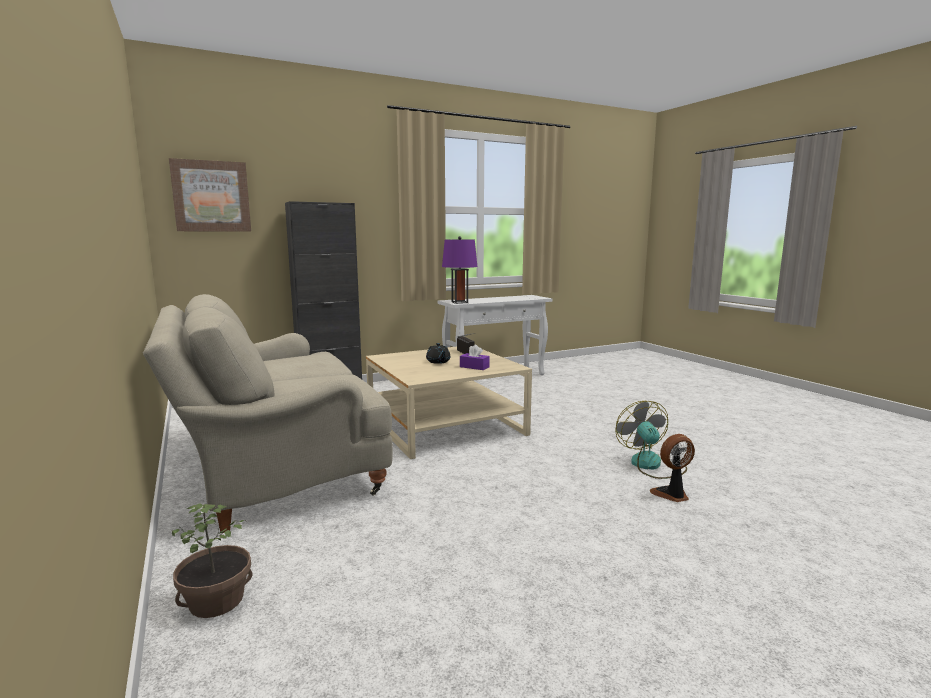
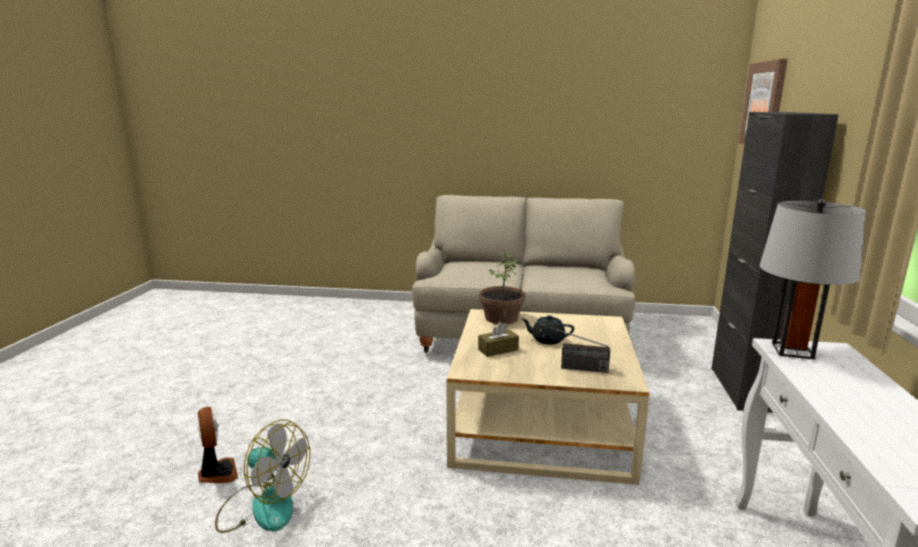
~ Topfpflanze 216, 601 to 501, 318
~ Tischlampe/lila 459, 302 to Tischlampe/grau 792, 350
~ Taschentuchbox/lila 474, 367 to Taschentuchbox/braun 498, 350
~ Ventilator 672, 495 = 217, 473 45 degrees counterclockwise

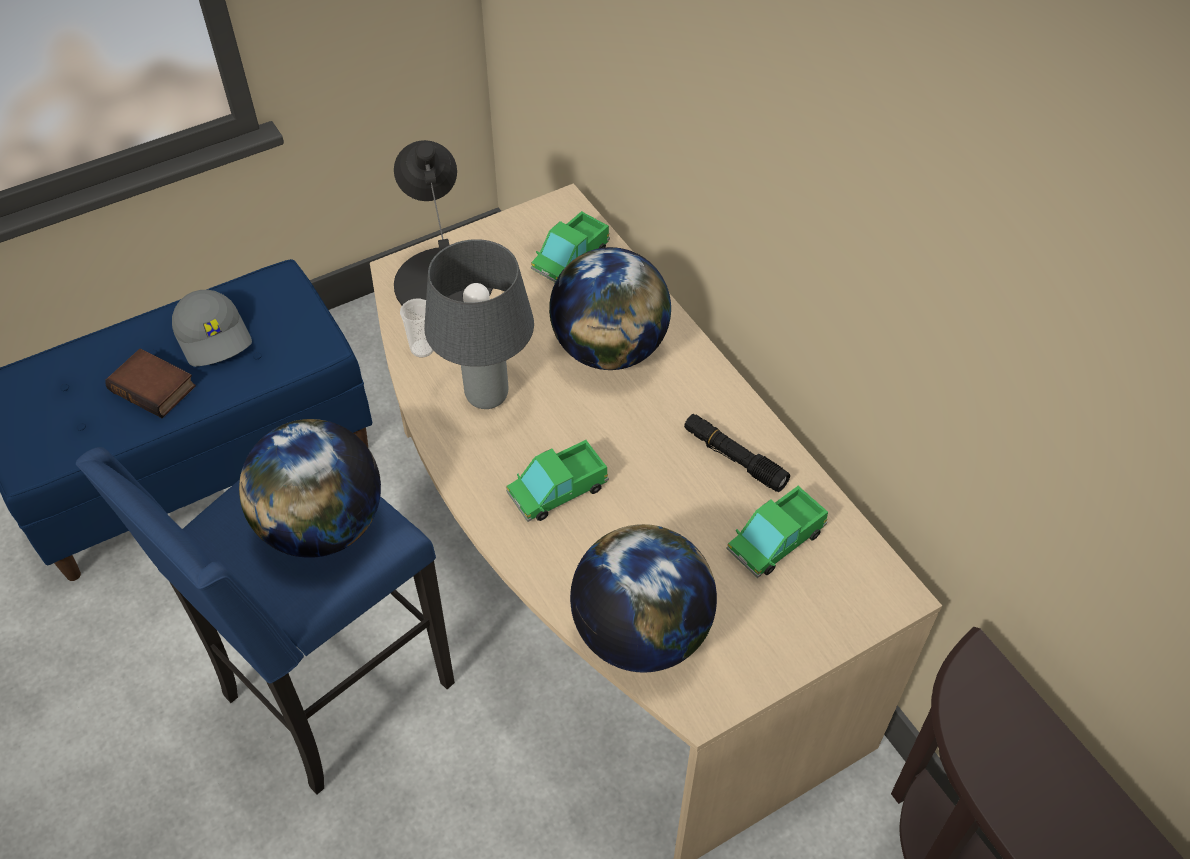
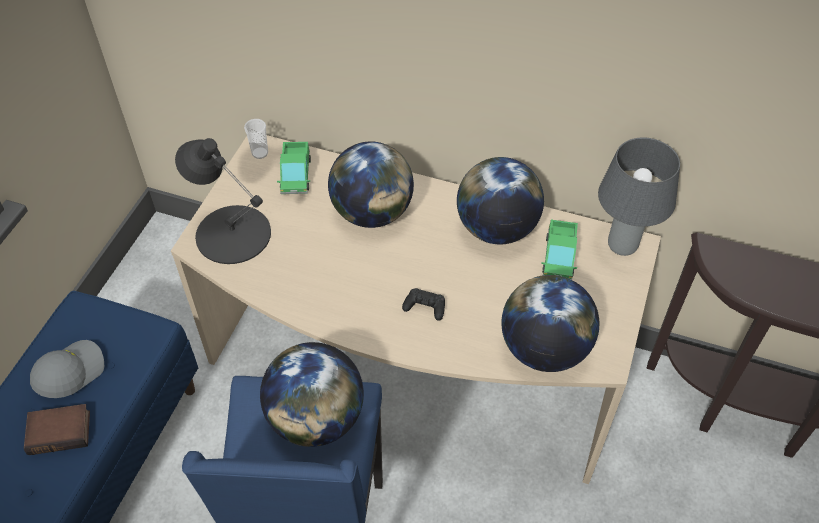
~ Kappe/grau 214, 336 = 69, 372 75 degrees counterclockwise
~ Tasse 422, 348 to 260, 153
~ Tischlampe/grau 487, 397 to 623, 246
~ Spielzeuglaster 557, 490 to Gamepad/schwarz 425, 307
~ Taschenlampe/schwarz 734, 458 to Globus 496, 229

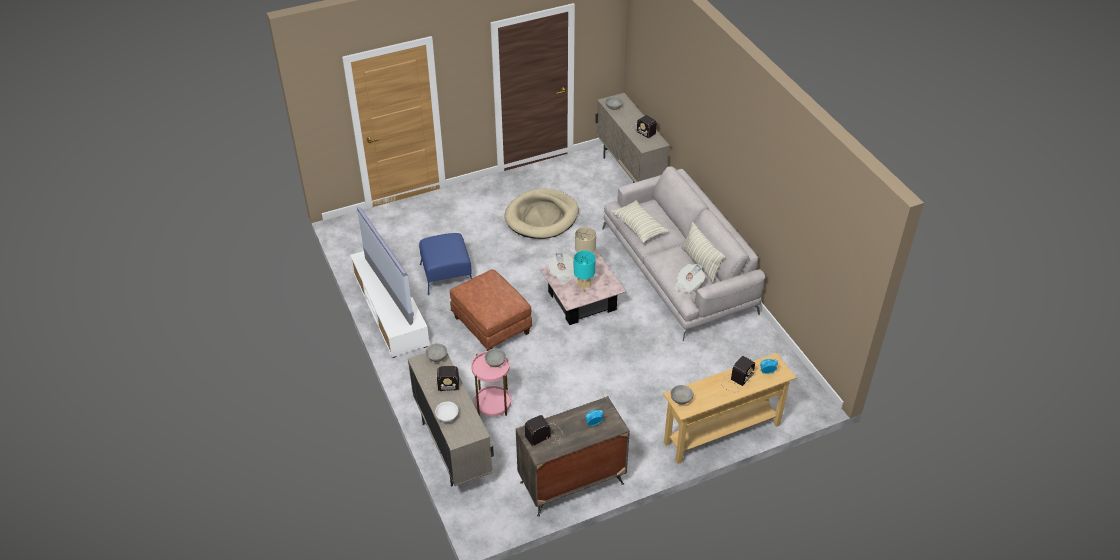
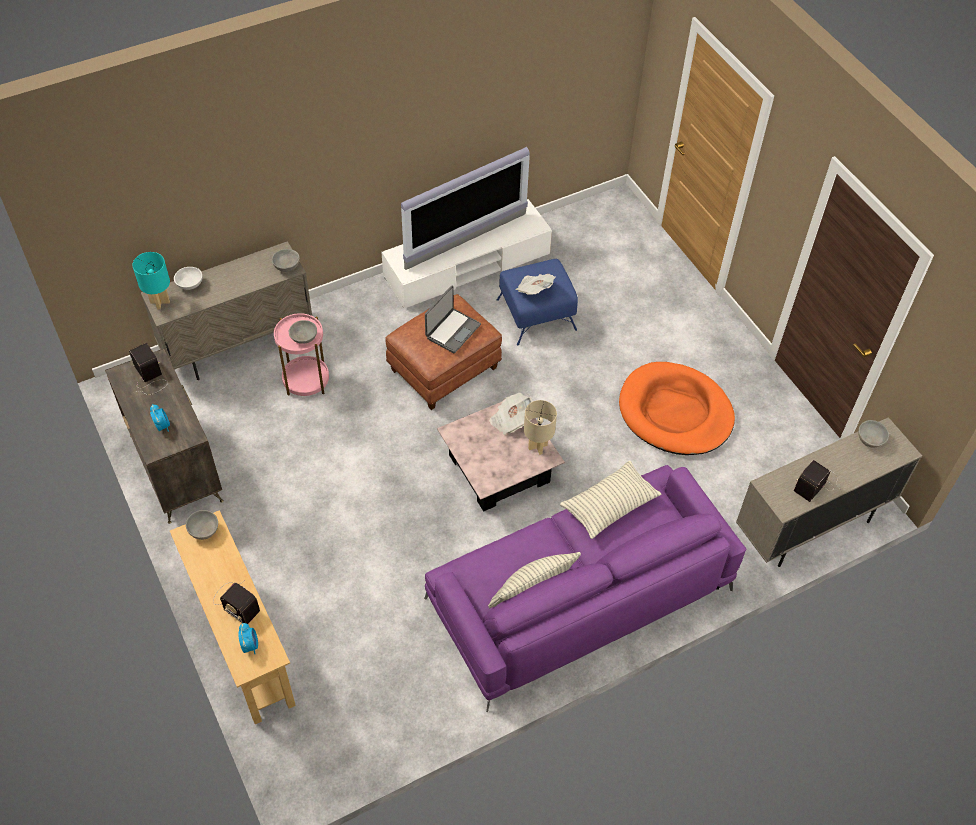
- Radio 441, 384
~ Hundebett/beige 542, 217 to Hundebett/orange 675, 412
~ Tischlampe/türkis 583, 286 to 160, 302
~ Sofa/grau 678, 270 to Sofa/lila 579, 595
~ Zeitung 688, 284 to 534, 290
+ Laptop 452, 331

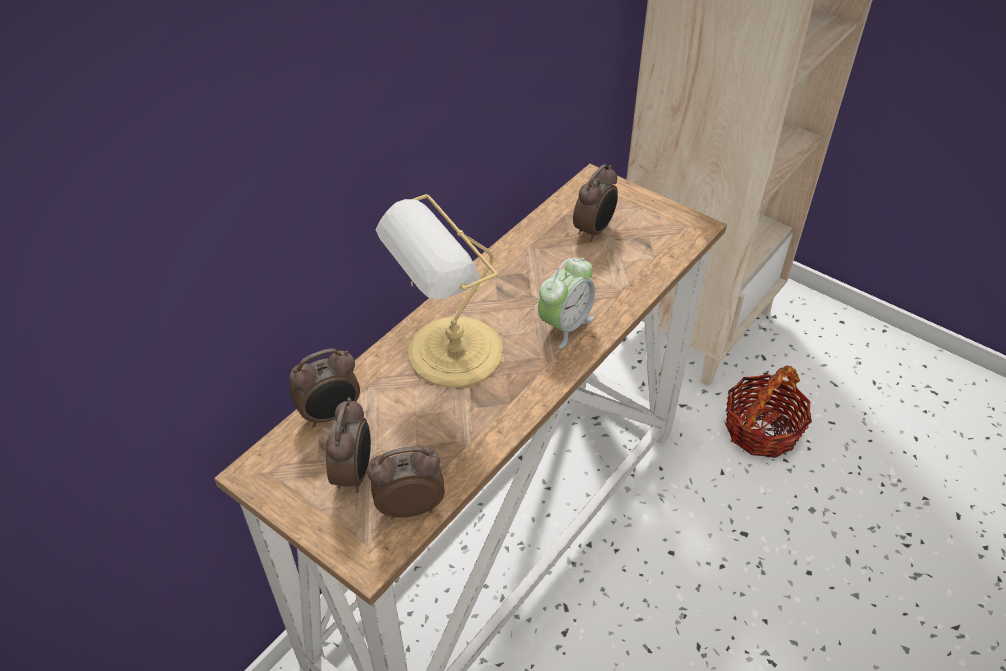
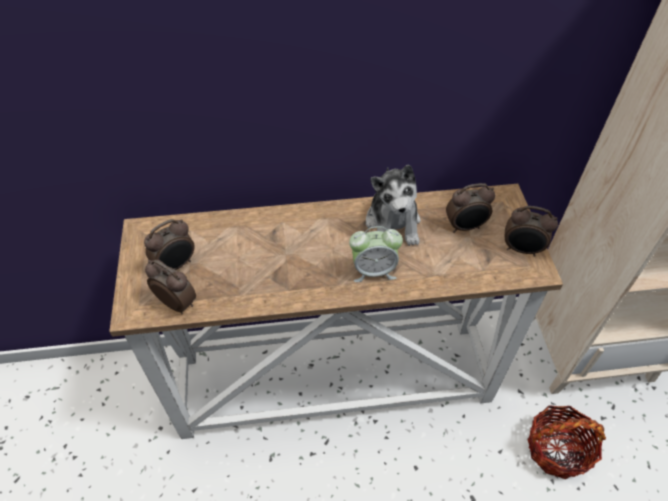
~ Wecker 331, 415 to 521, 249
- Tischlampe 450, 354
+ Plüschtier 393, 223

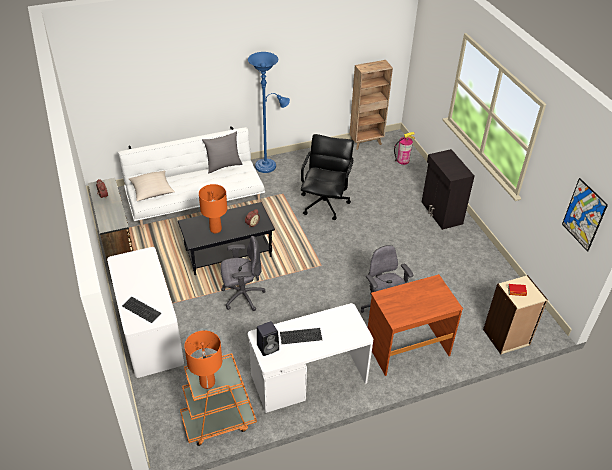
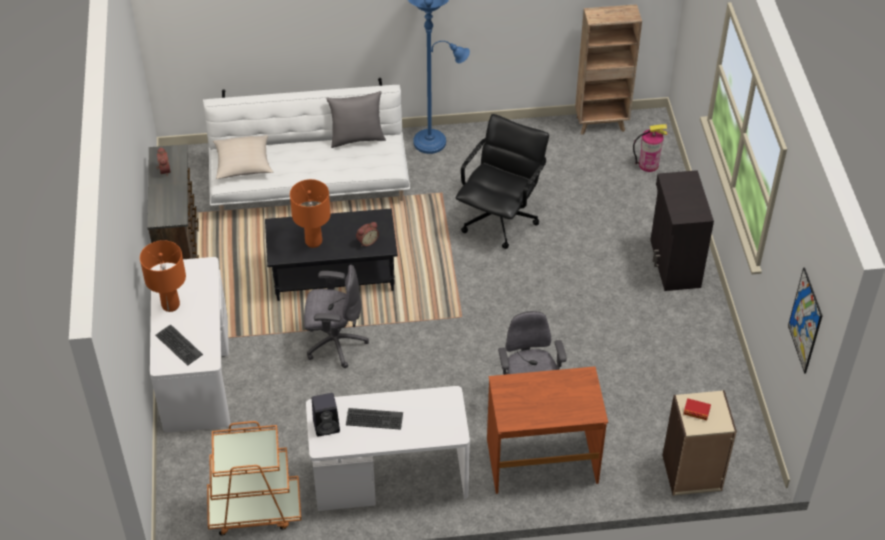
~ Tischlampe/orange 207, 382 to 170, 305

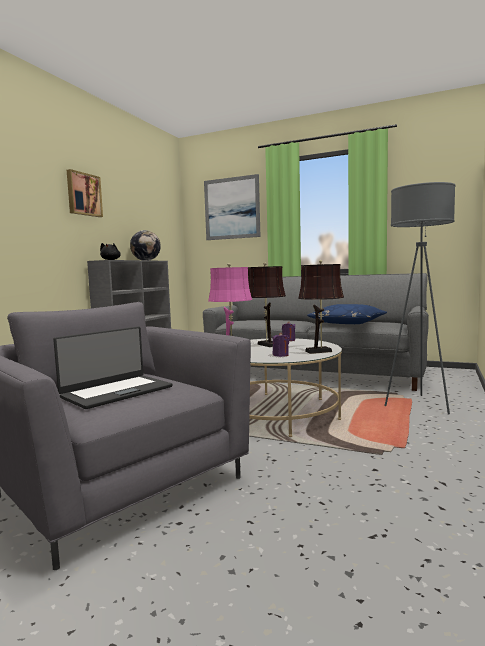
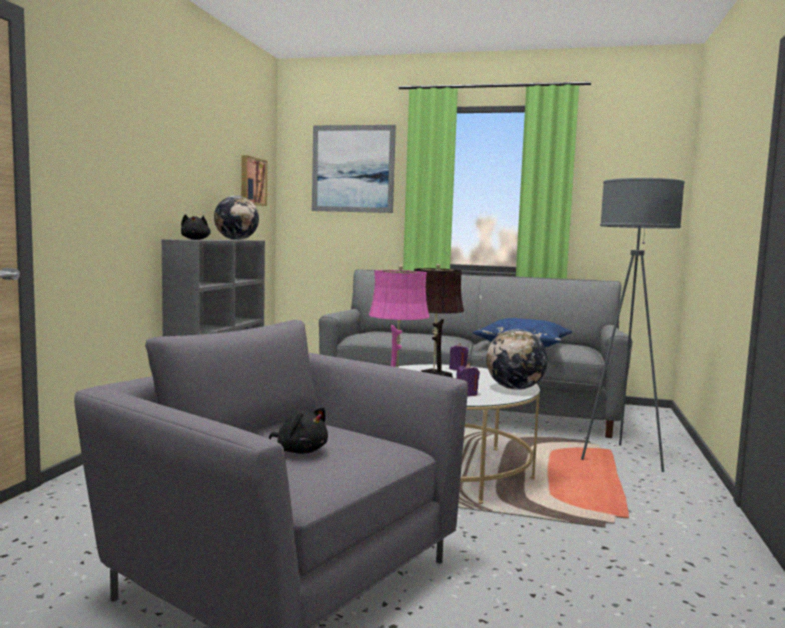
~ Laptop 116, 392 to Plüschtier/schwarz 300, 451
~ Bild 83, 194 to 252, 181
~ Tischlampe/braun 321, 351 to Globus 515, 389

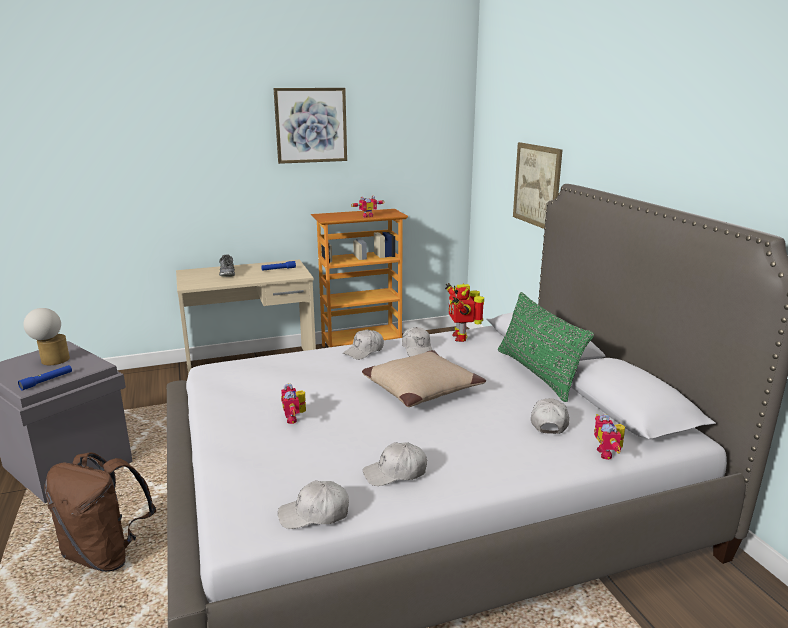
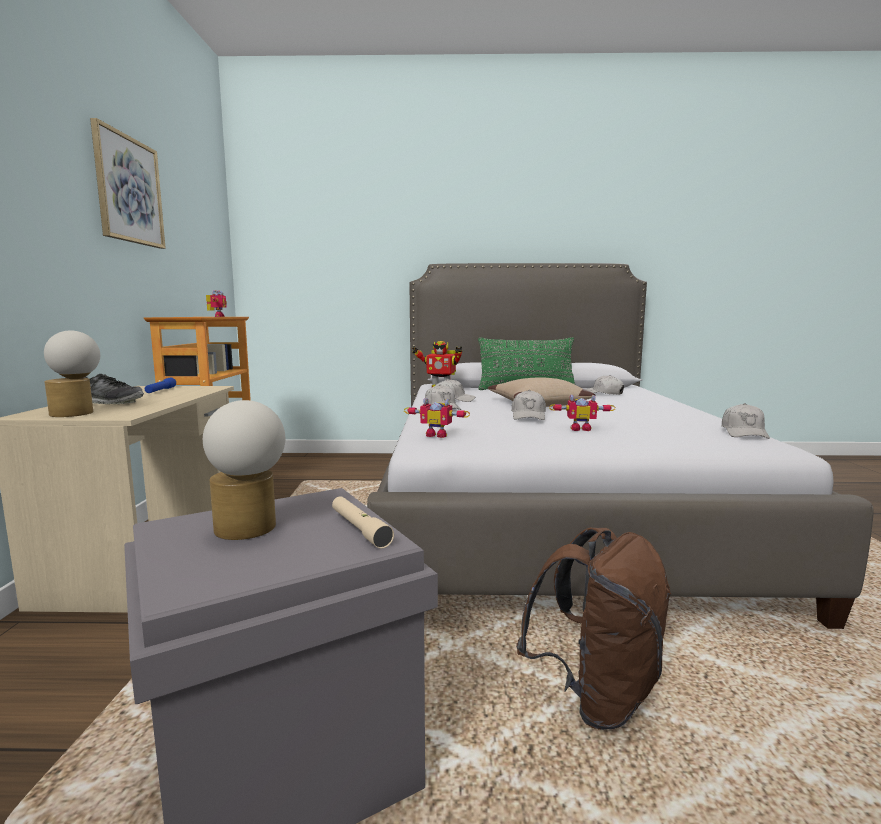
~ Taschenlampe/blau 47, 381 to Taschenlampe/beige 359, 529
~ Kappe/weiß 395, 473 to 528, 416
- Bild 537, 185
~ Spielzeugroboter 608, 453 to 437, 435
+ Tischlampe 78, 412

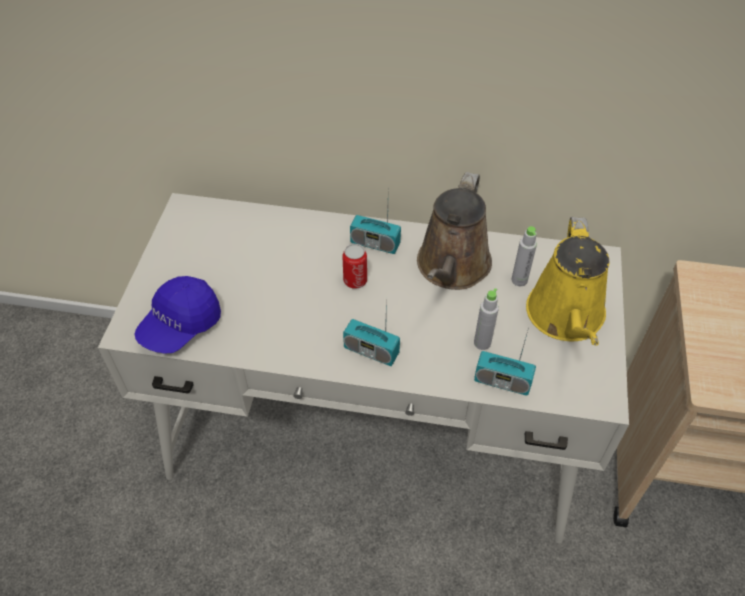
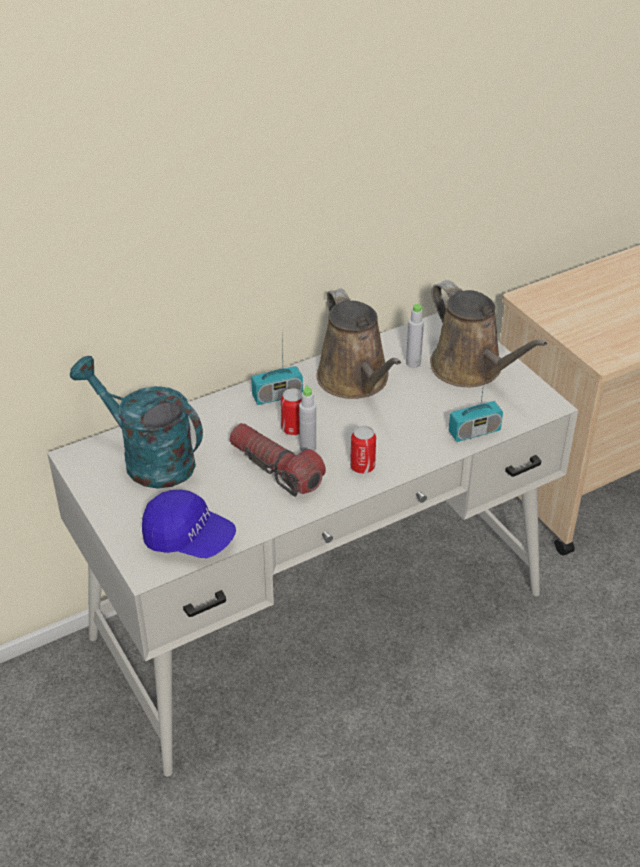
~ Kappe/blau 181, 325 = 189, 538 60 degrees counterclockwise
~ Radio 371, 351 to Dose 362, 467
~ Flasche/grau 482, 343 to 308, 448
~ Gießkanne/gelb 566, 317 to Gießkanne/braun 471, 369
+ Gießkanne/türkis 148, 459
+ Taschenlampe 275, 468

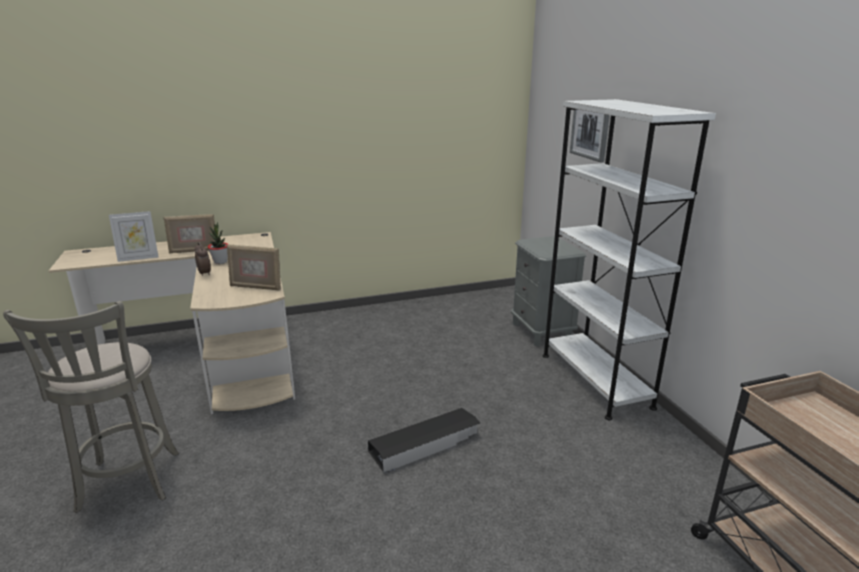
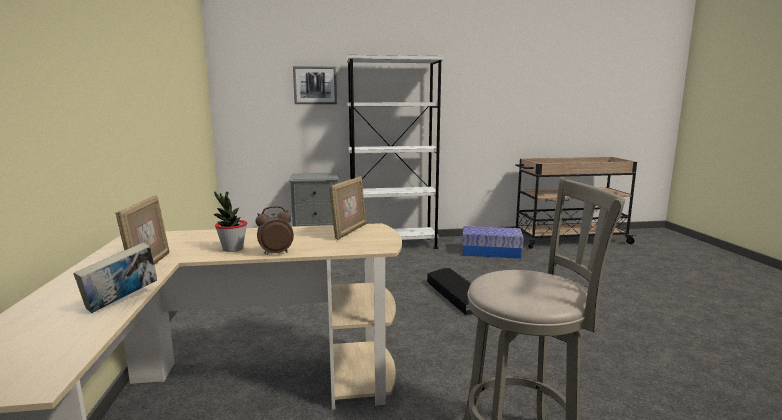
~ Bilderrahmen 138, 258 to Buch 122, 302
+ Aufbewahrungsbox 491, 252

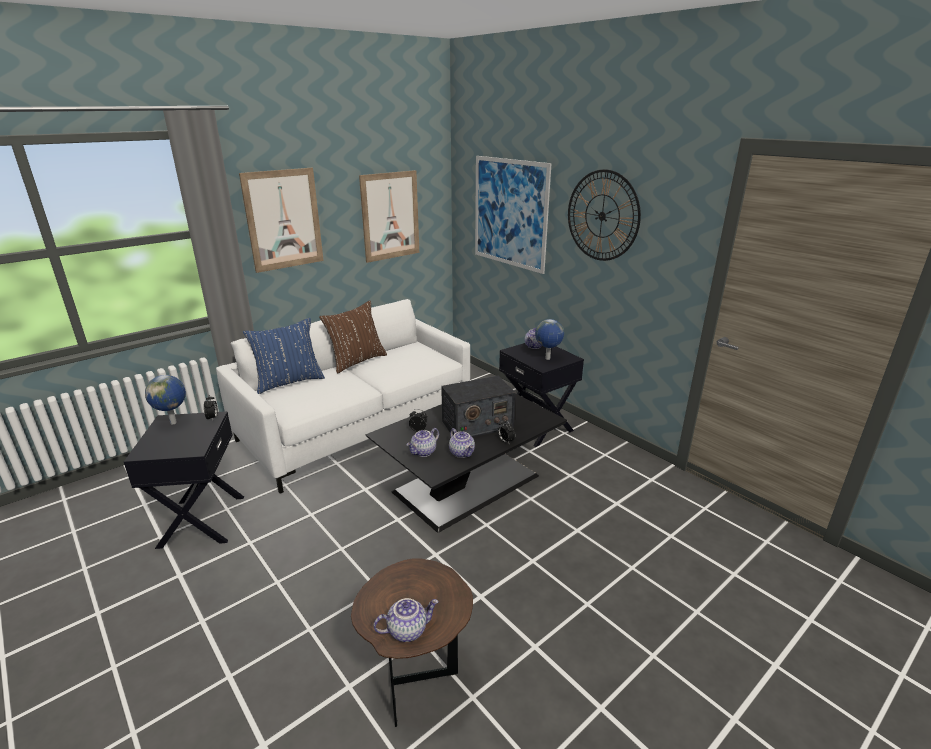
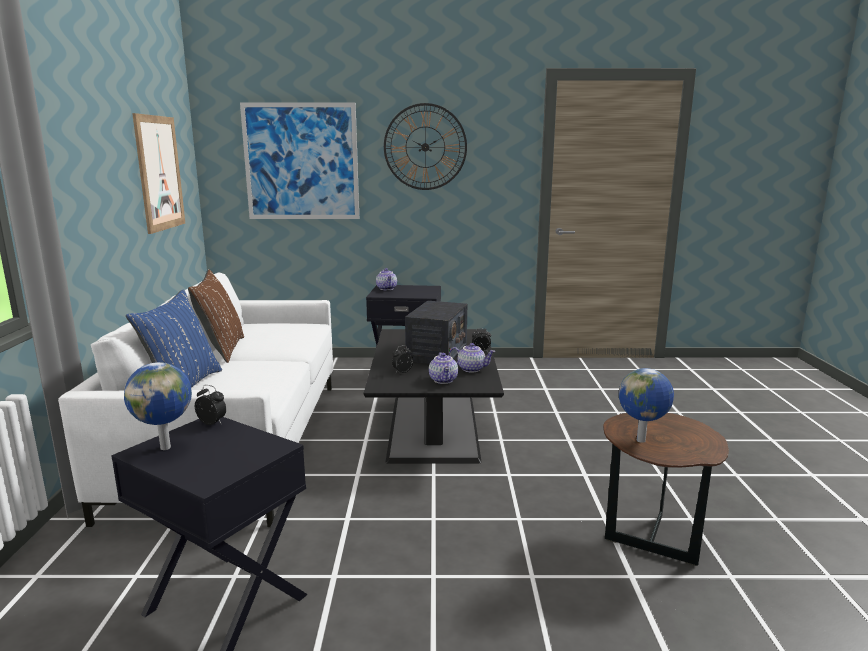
- Bild 283, 219
- Teekanne 407, 629
~ Globus 547, 359 to 642, 441

